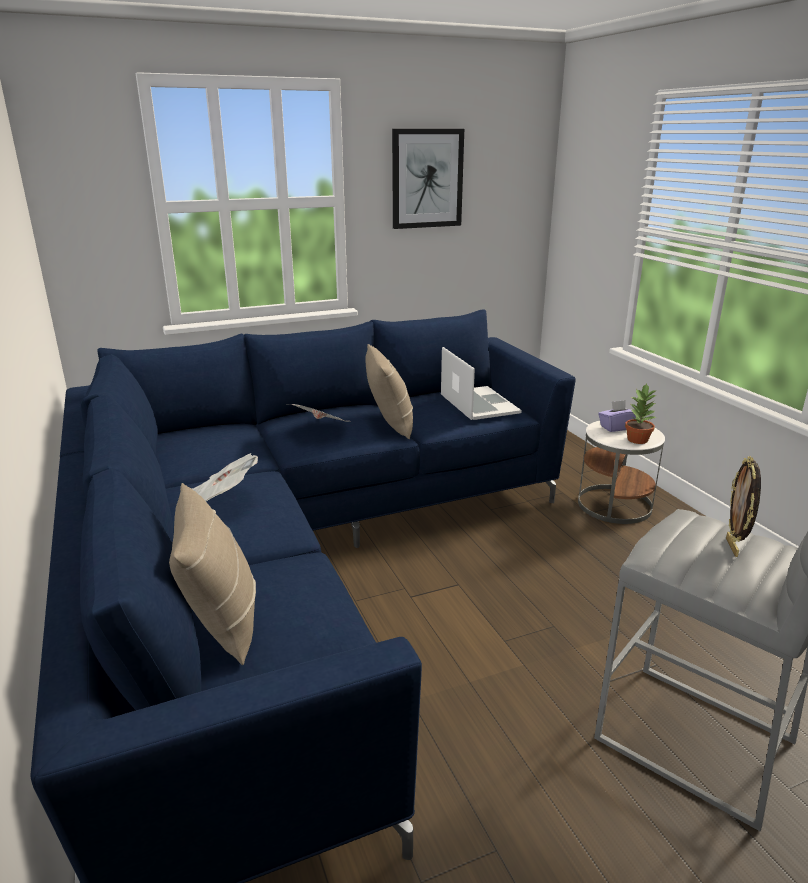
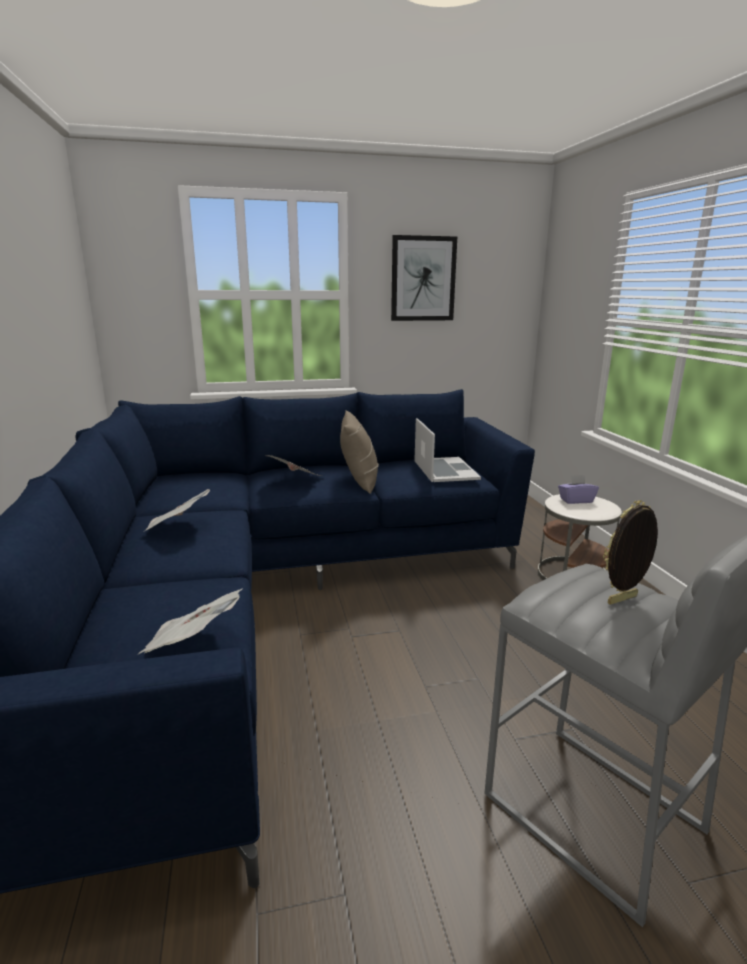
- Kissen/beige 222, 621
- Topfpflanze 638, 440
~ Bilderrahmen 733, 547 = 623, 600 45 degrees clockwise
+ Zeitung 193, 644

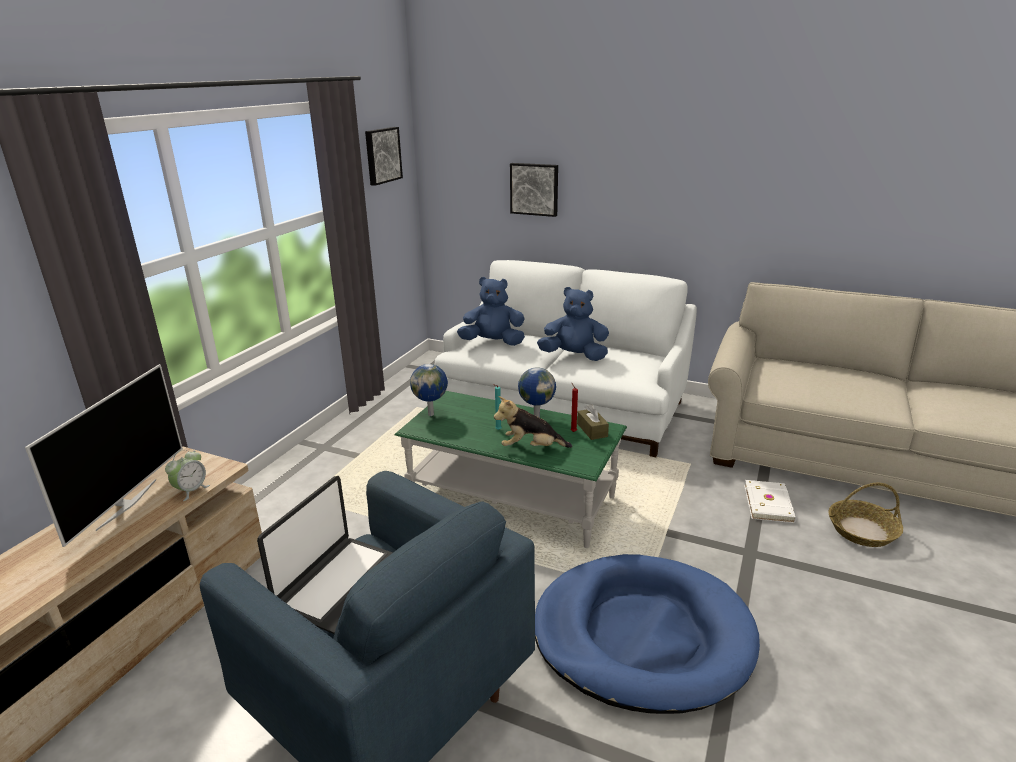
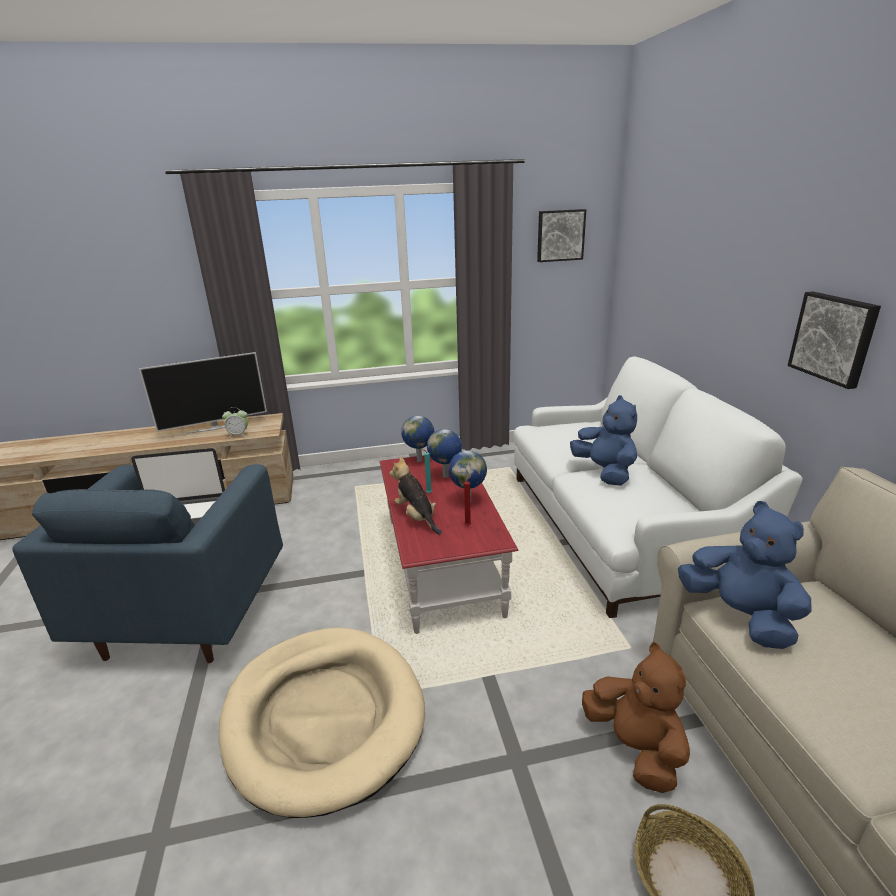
~ Couchtisch/grün 512, 499 to Couchtisch/rot 442, 564
~ Plüschtier/blau 493, 342 to 739, 615
~ Bild 534, 189 to 834, 338
~ Hundebett/blau 642, 635 to Hundebett/beige 324, 717
- Taschentuchbox/braun 592, 430
~ Buch/weiß 769, 503 to Plüschtier/braun 635, 747
+ Globus 446, 476

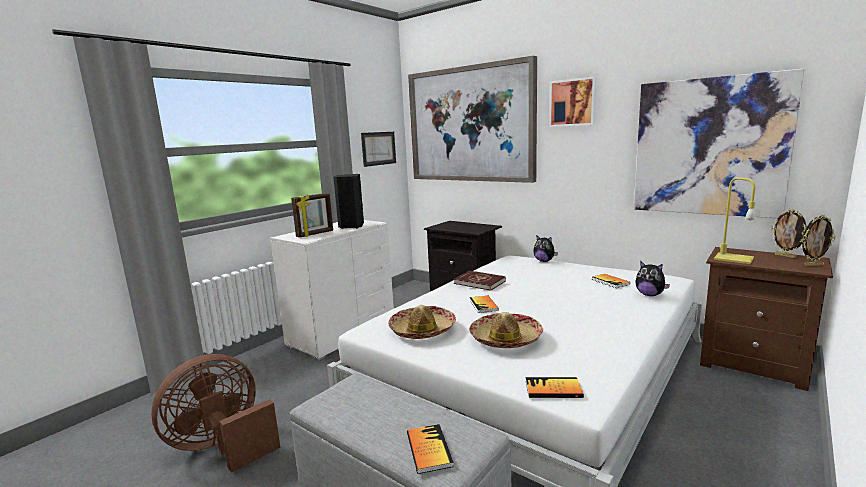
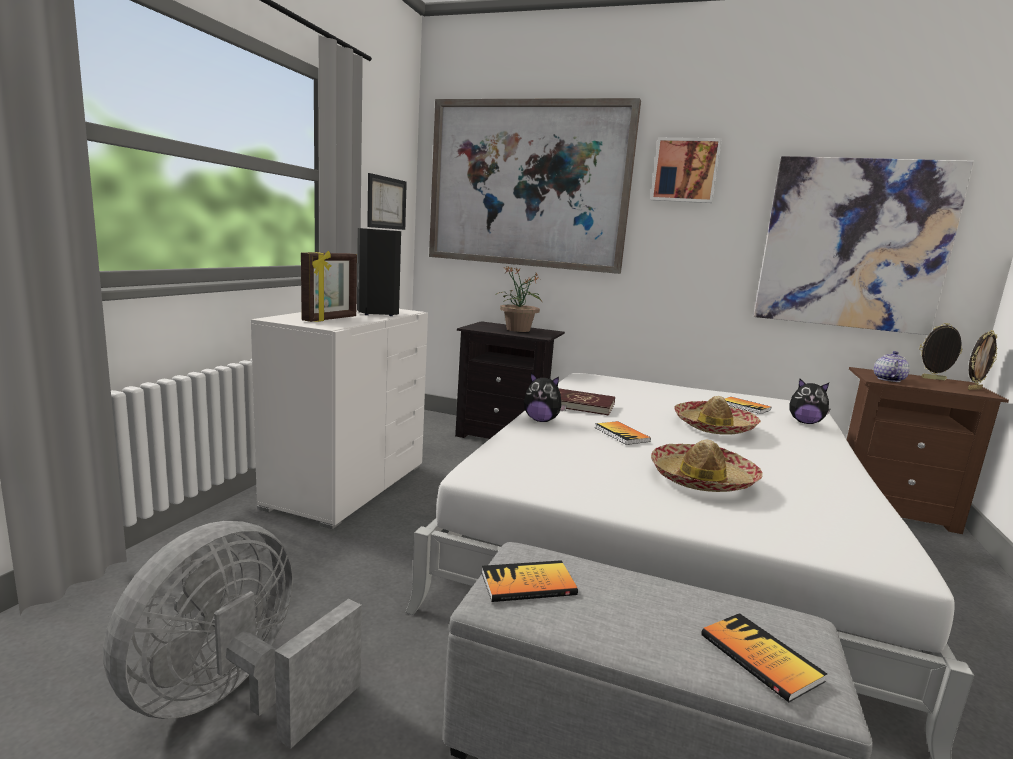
~ Ventilator/braun 222, 447 to Ventilator/grau 236, 699
~ Hut 422, 330 to 714, 427
~ Buch 553, 389 to 528, 584
~ Plüschtier 544, 261 to 541, 420
~ Tischlampe/gelb 732, 258 to Teekanne 888, 379
~ Bilderrahmen 786, 256 = 933, 379 150 degrees clockwise
+ Topfpflanze 518, 330

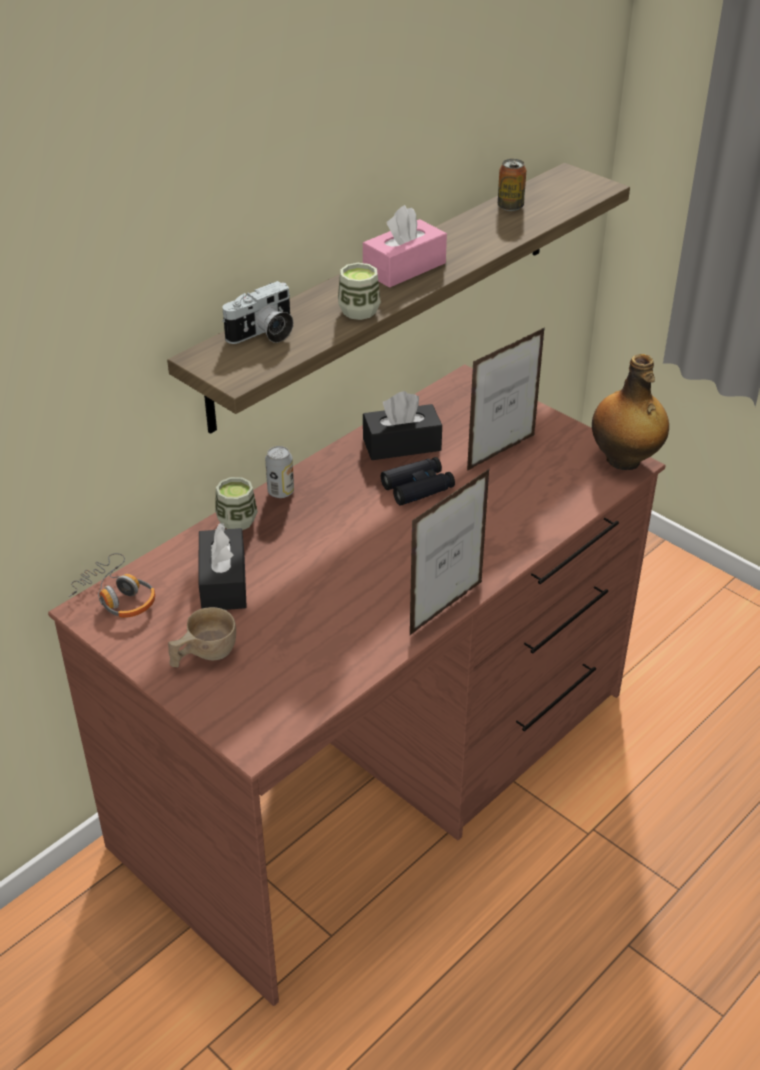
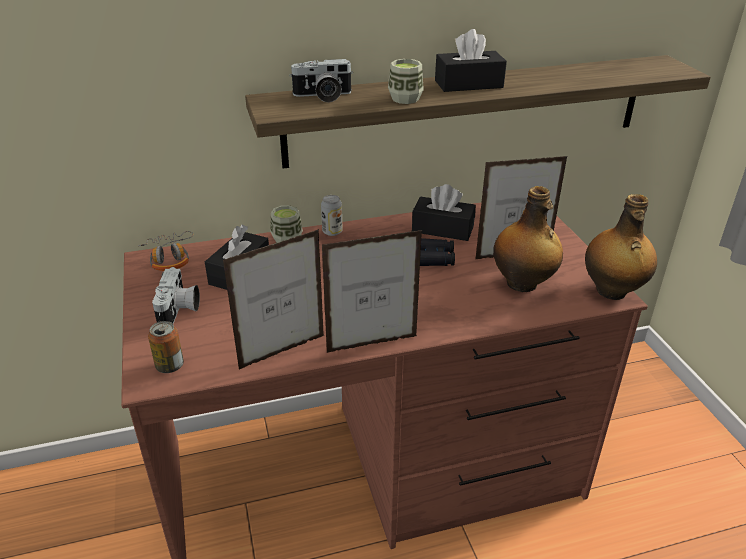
~ Tasse/beige 203, 655 to Kamera 179, 311
~ Taschentuchbox/rosa 404, 268 to Taschentuchbox/schwarz 468, 84
~ Dose 510, 207 to 170, 366
+ Bilderrahmen 282, 352
+ Flasche 523, 284

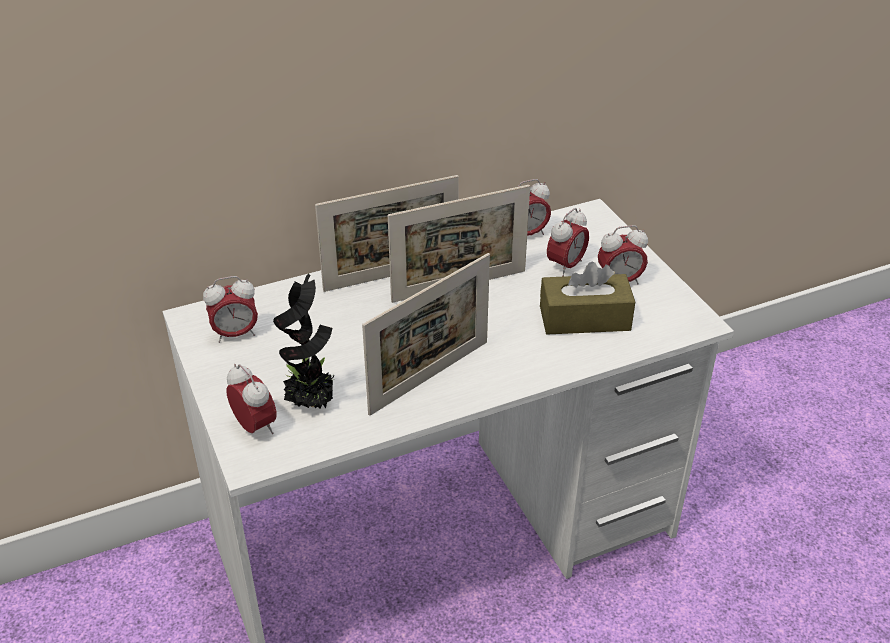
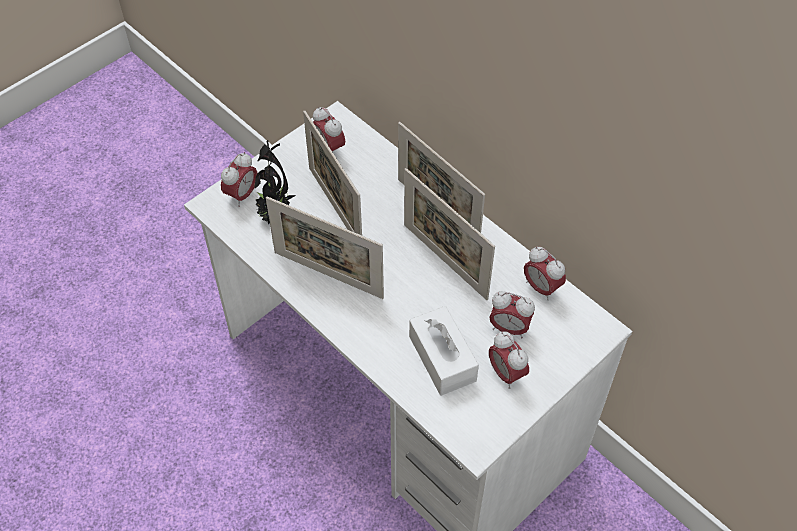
~ Taschentuchbox/braun 584, 318 to Taschentuchbox/weiß 442, 358
+ Bilderrahmen 335, 208

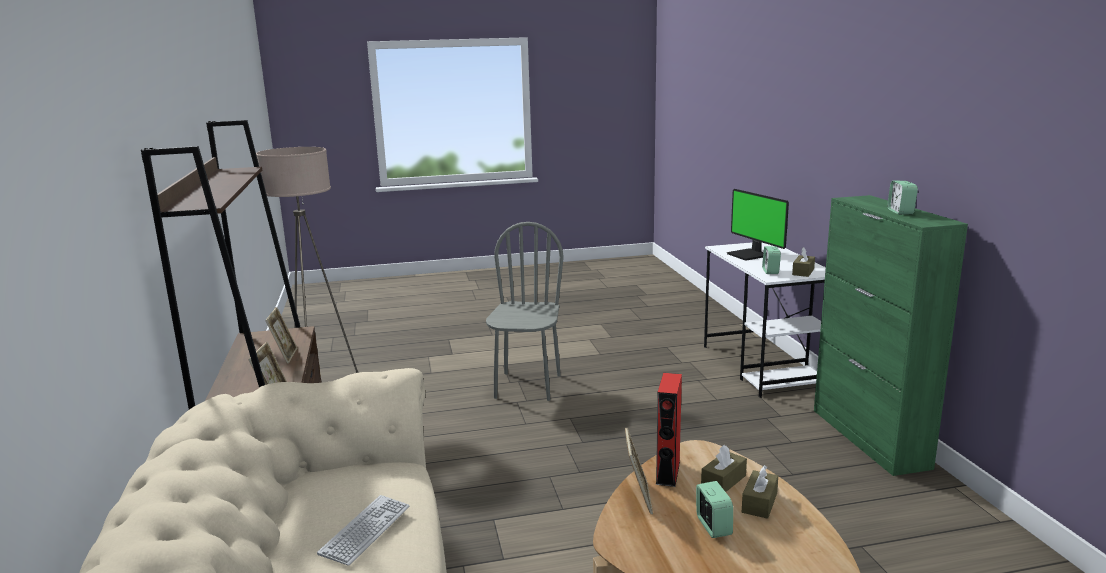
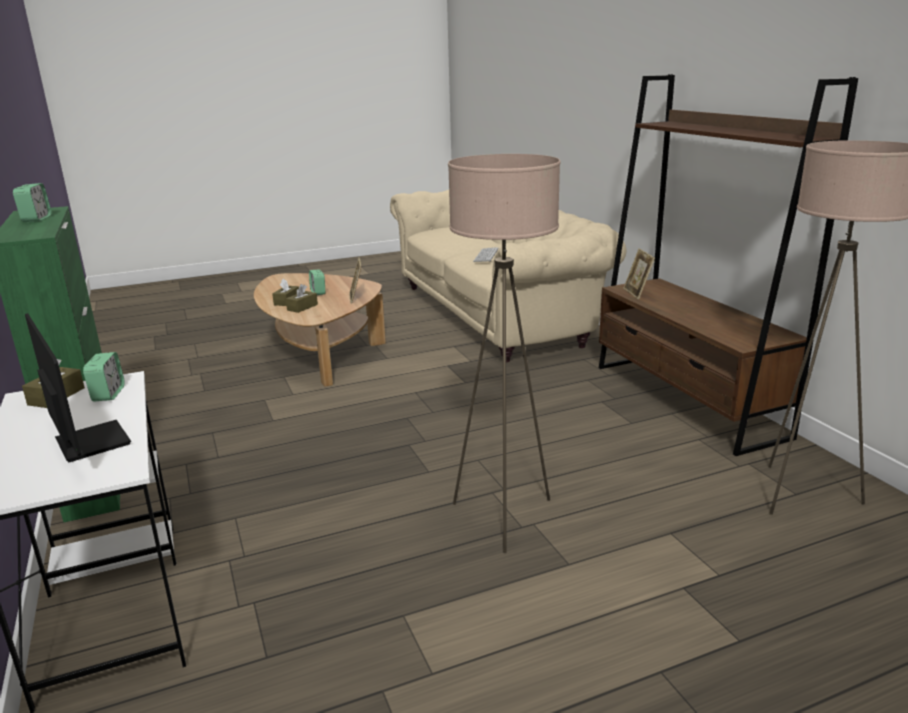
- Bilderrahmen 285, 356
~ Stuhl/grau 527, 386 to Stehlampe/beige 503, 517
- Lautsprecher/rot 668, 473

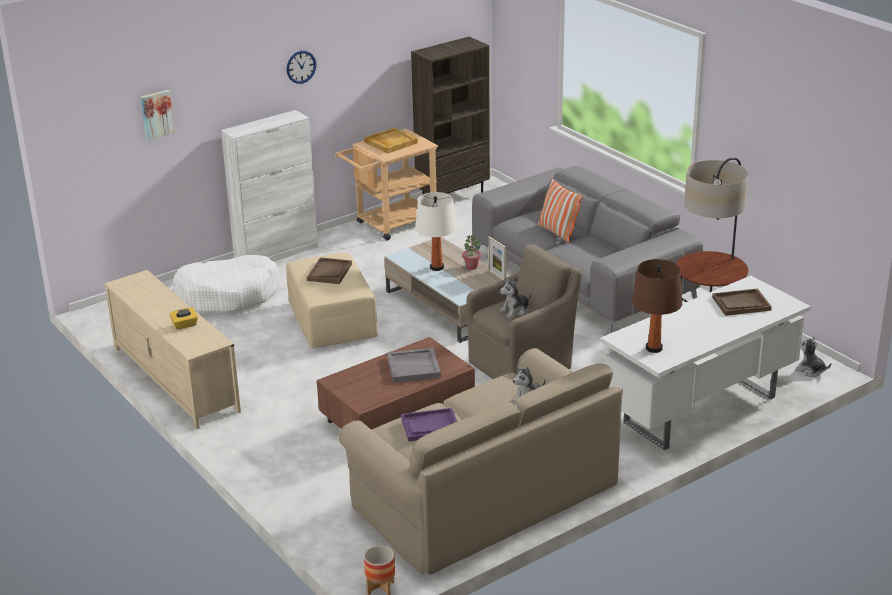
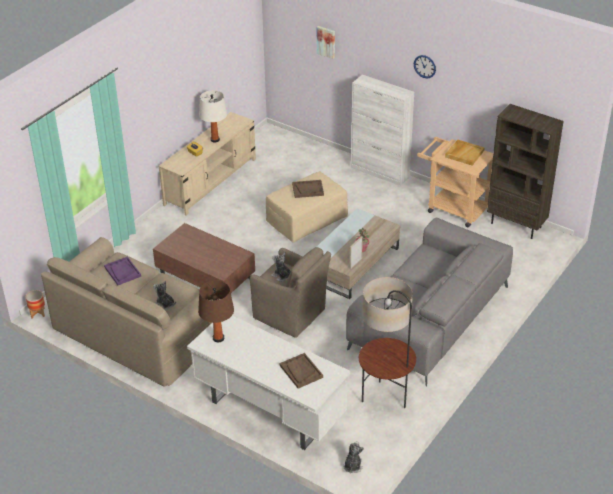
- Hundebett/weiß 228, 295
- Tablett/grau 414, 367
~ Tischlampe/weiß 436, 267 to 215, 139
- Kissen 557, 232

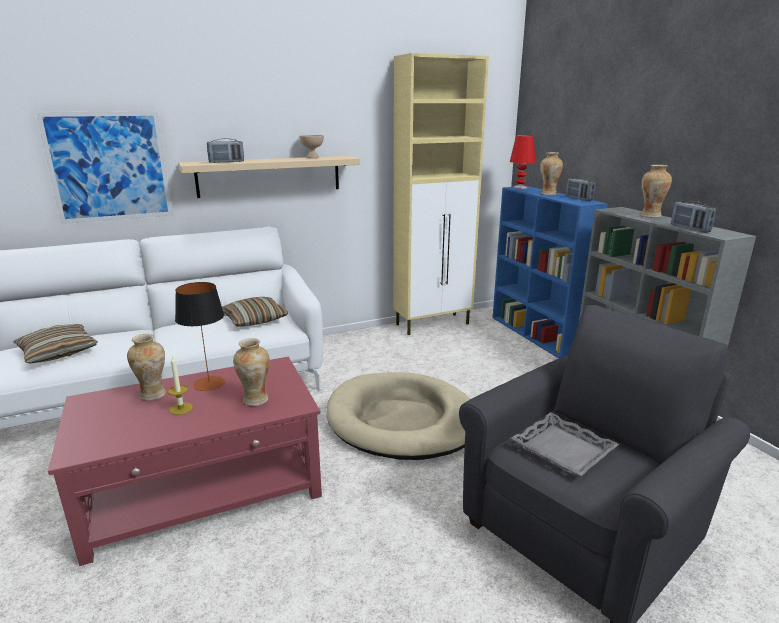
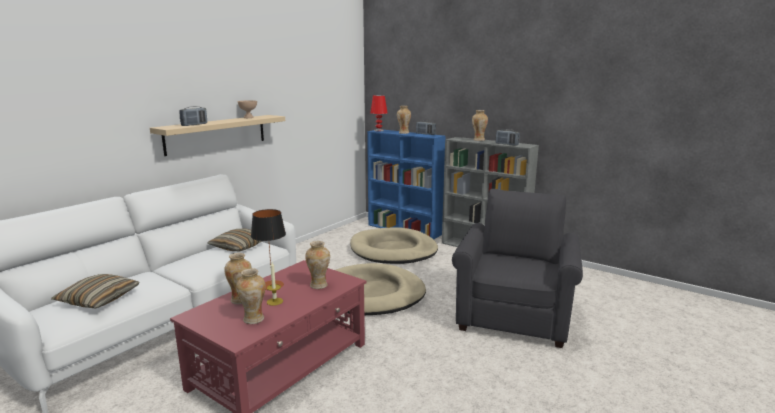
- Bild 109, 167
- Schrank/beige 433, 324
- Tablett/grau 563, 449
+ Vase 253, 319
+ Hundebett/beige 393, 250

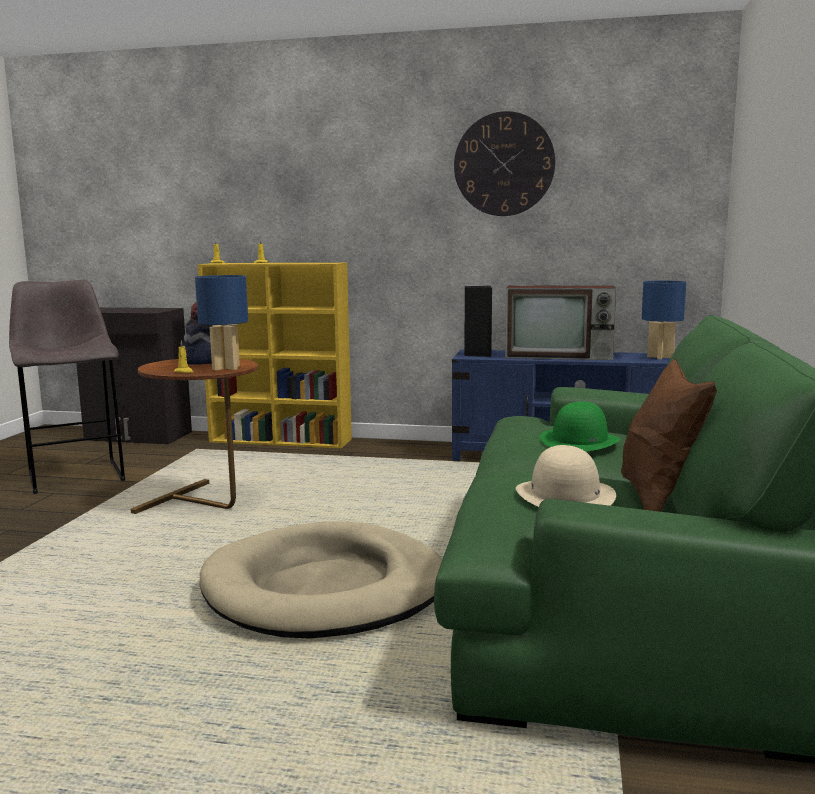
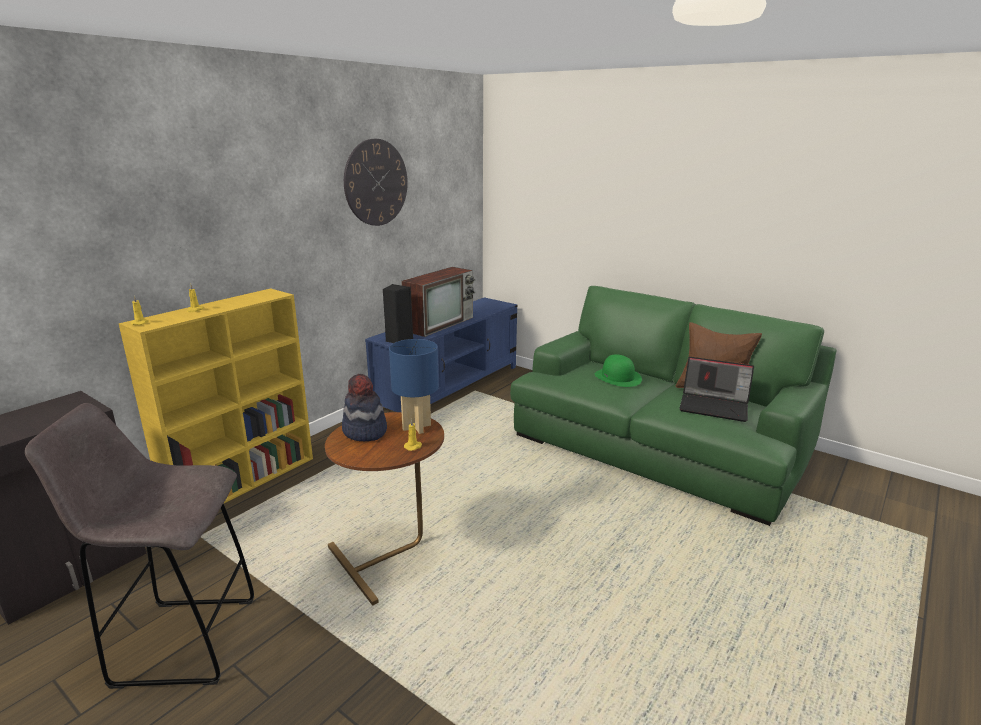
- Hundebett/beige 326, 589
~ Hut/beige 565, 495 to Laptop 715, 406
- Tischlampe/blau 660, 357

